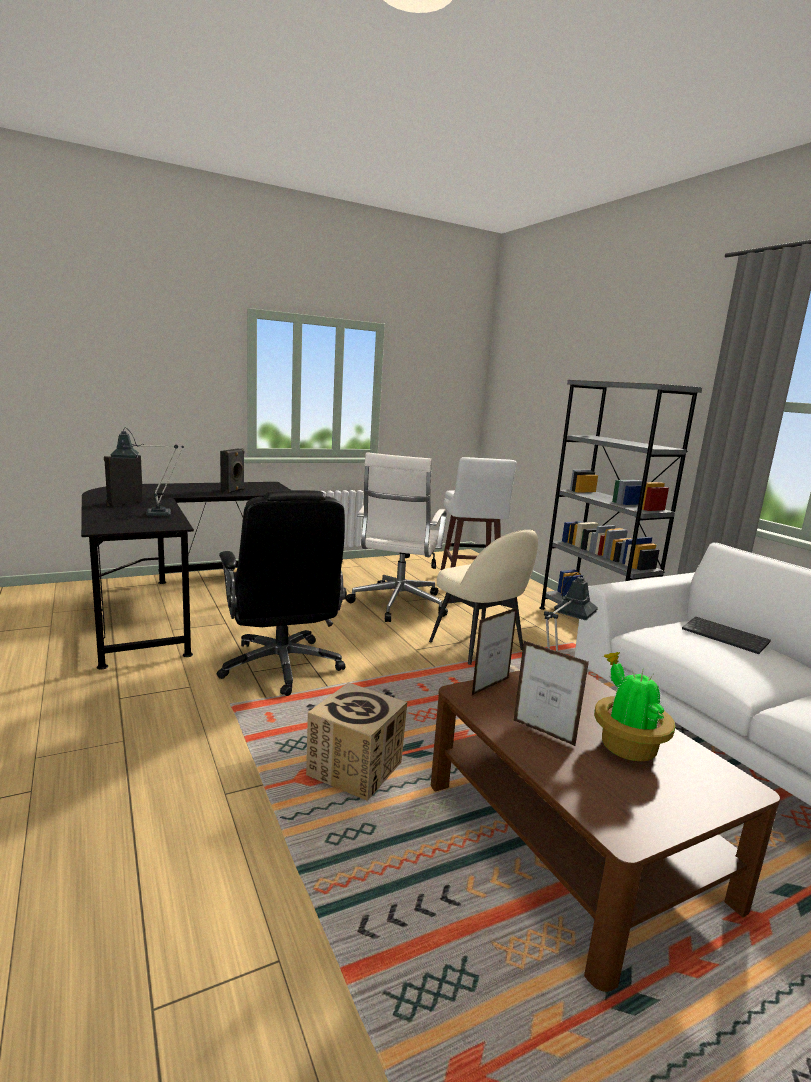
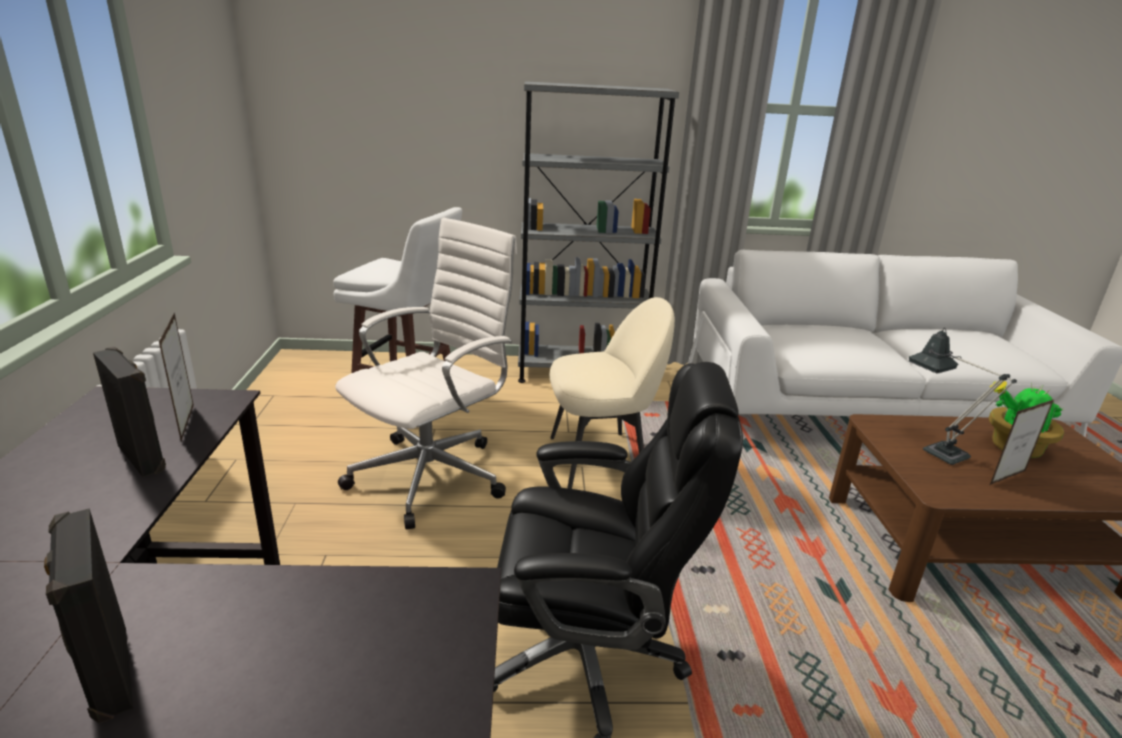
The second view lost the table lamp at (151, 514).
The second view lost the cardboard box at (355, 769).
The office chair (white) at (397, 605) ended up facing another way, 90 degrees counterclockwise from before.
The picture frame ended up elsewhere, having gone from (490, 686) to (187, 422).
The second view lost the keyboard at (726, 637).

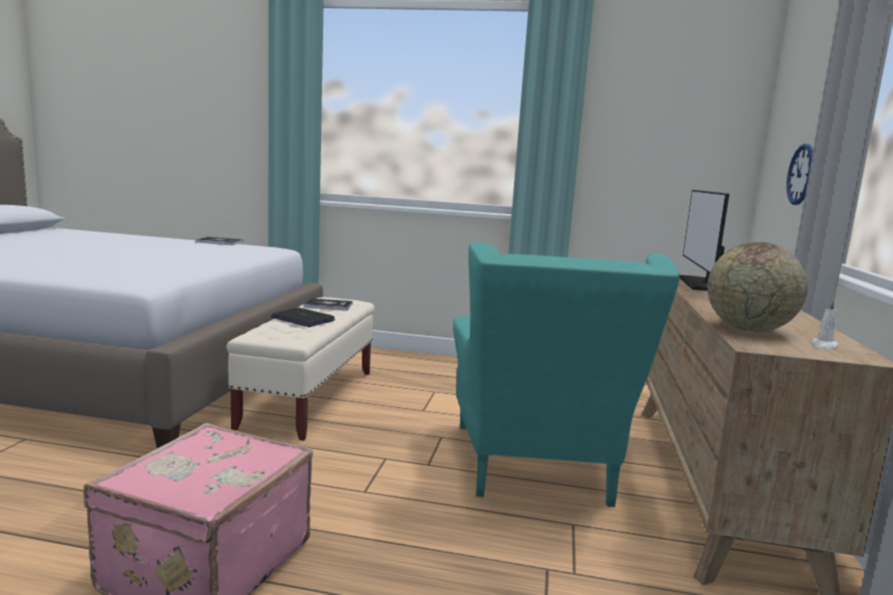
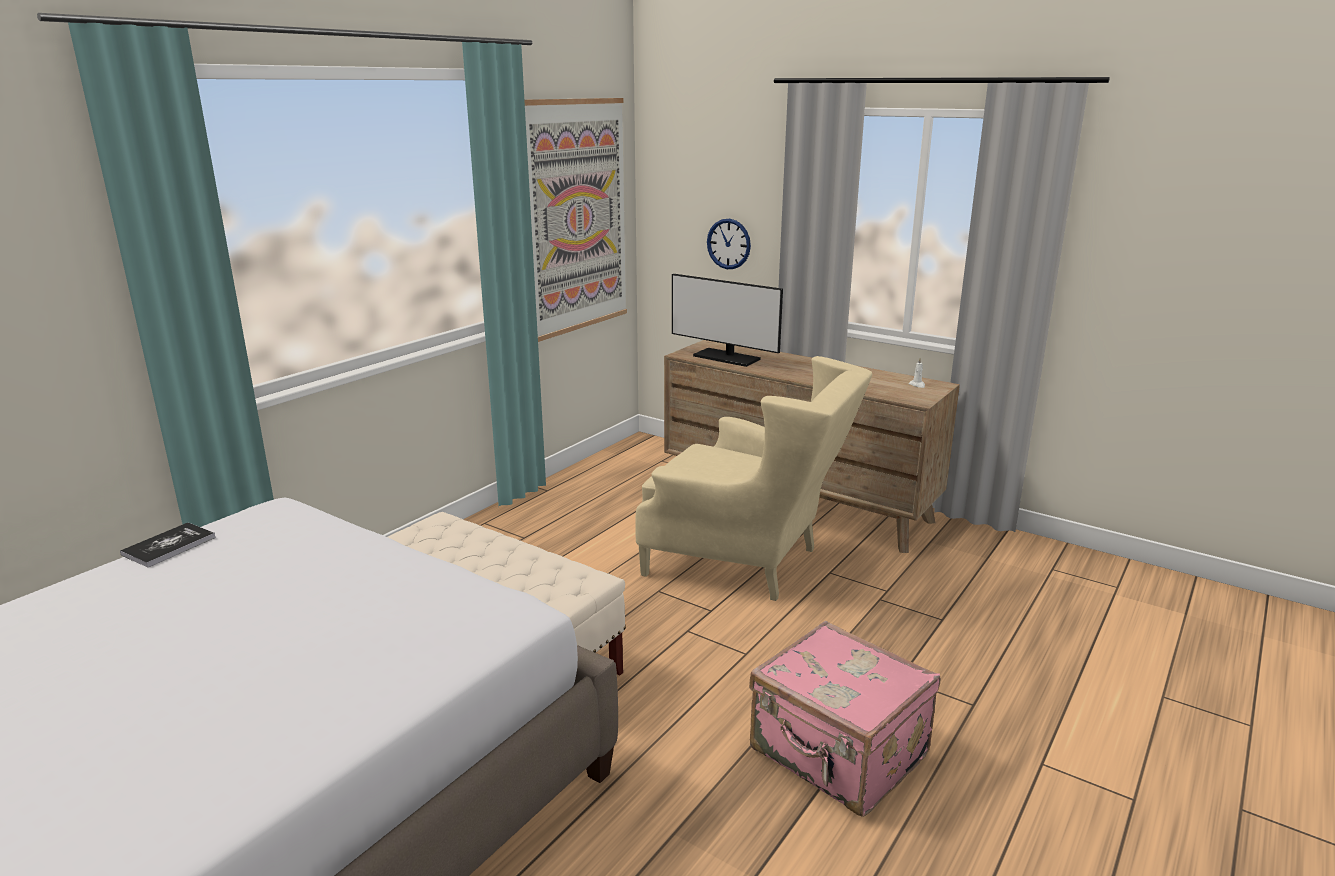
The second view lost the laptop at (302, 319).
The second view lost the book at (328, 305).
What was the armchair (turquoise) at (538, 471) turned into the armchair (beige) at (747, 562).
The second view lost the globe at (749, 330).
The second view gained the picture at (577, 217).

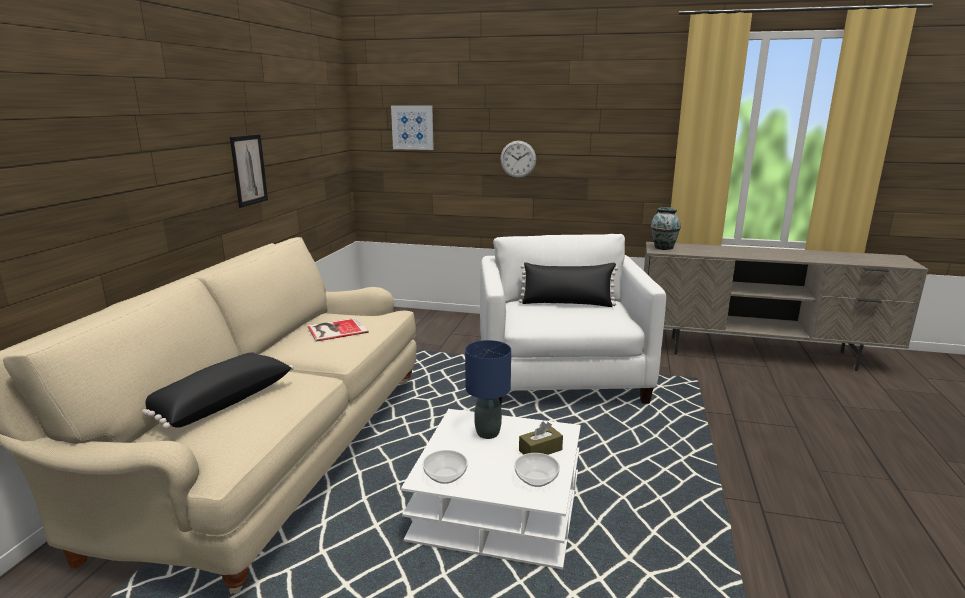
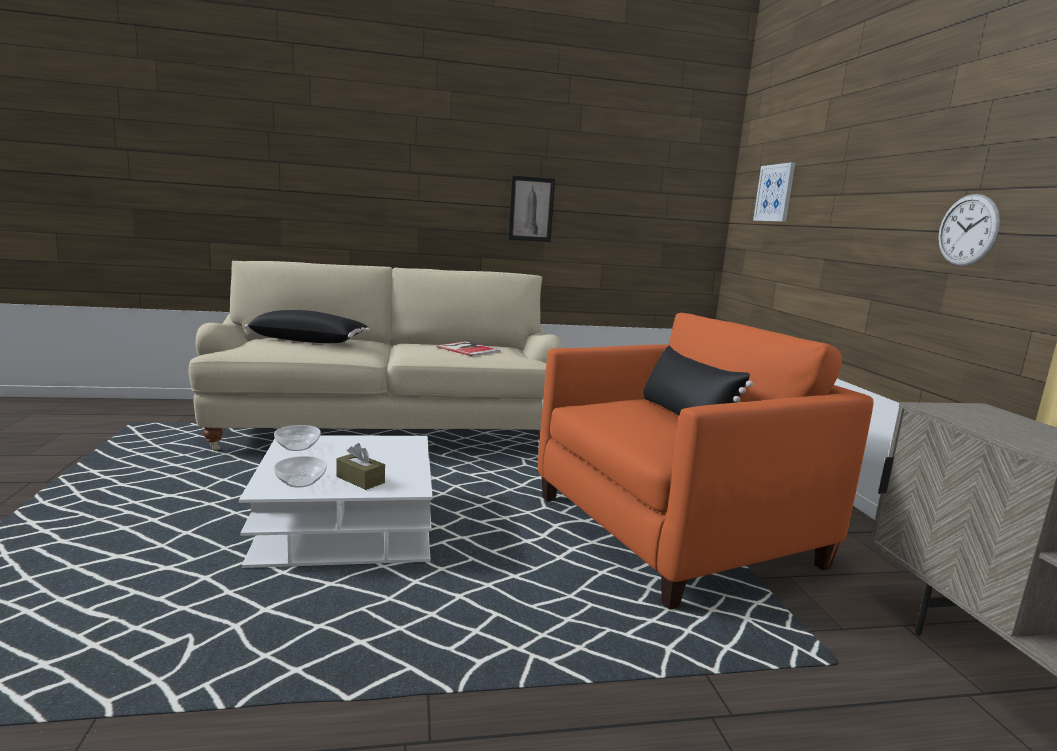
The second view lost the table lamp (blue) at (488, 433).
What was the armchair (white) at (561, 376) turned into the armchair (orange) at (673, 531).
The wall clock ended up elsewhere, having gone from (518, 159) to (968, 230).
The second view lost the vase at (663, 247).

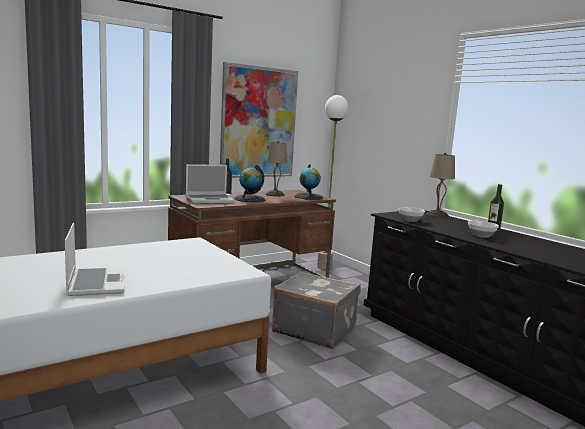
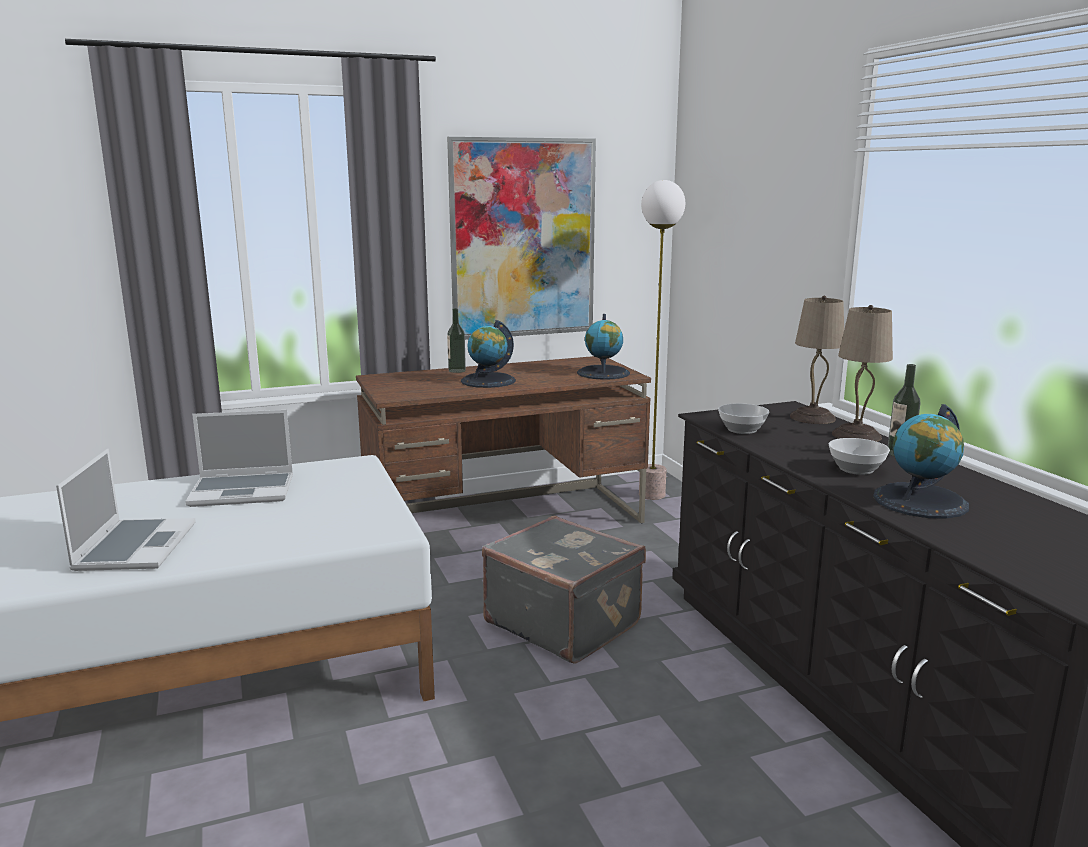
The laptop ended up elsewhere, having gone from (210, 200) to (244, 491).
The table lamp (beige) ended up elsewhere, having gone from (275, 194) to (856, 436).
The second view gained the globe at (920, 501).

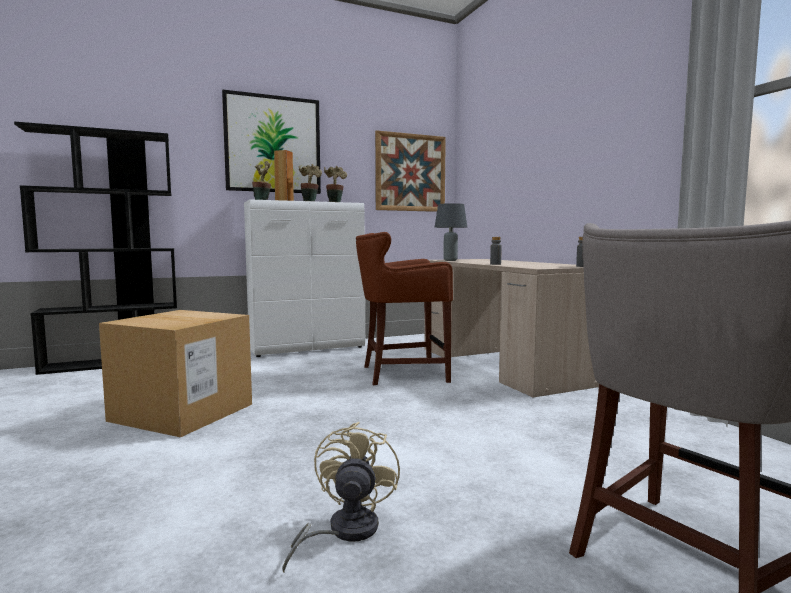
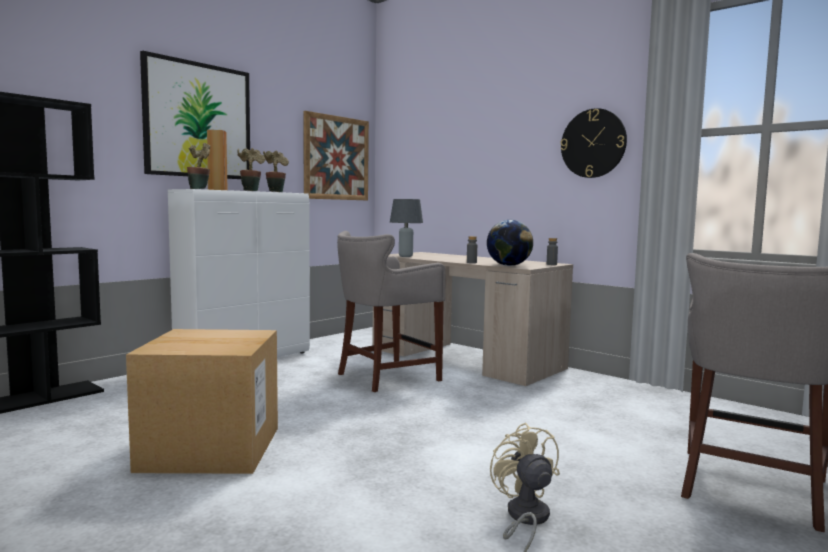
What was the stool (brown) at (401, 373) turned into the stool (grey) at (385, 377).
The second view gained the globe at (509, 265).
The second view gained the wall clock at (593, 143).

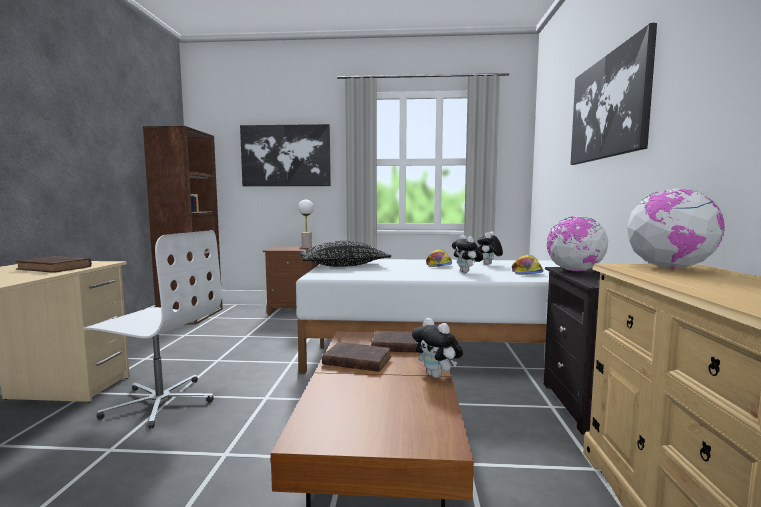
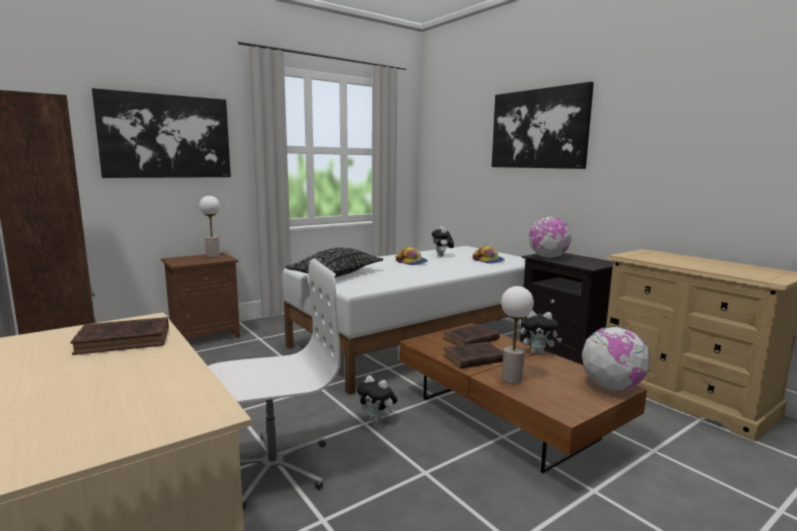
The plush toy ended up elsewhere, having gone from (467, 272) to (377, 420).
The globe ended up elsewhere, having gone from (669, 268) to (611, 387).
The second view gained the table lamp at (511, 379).

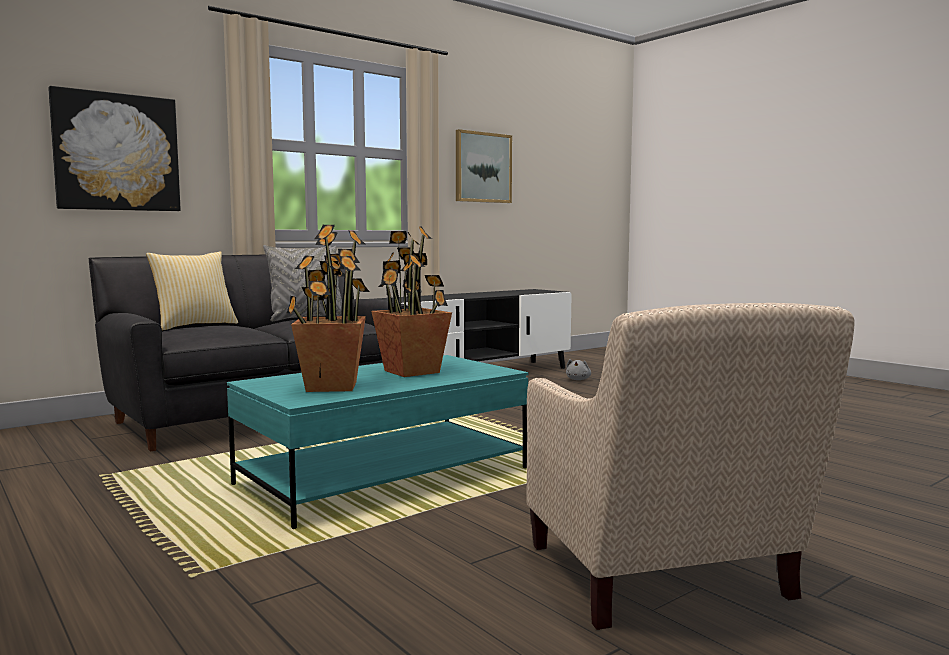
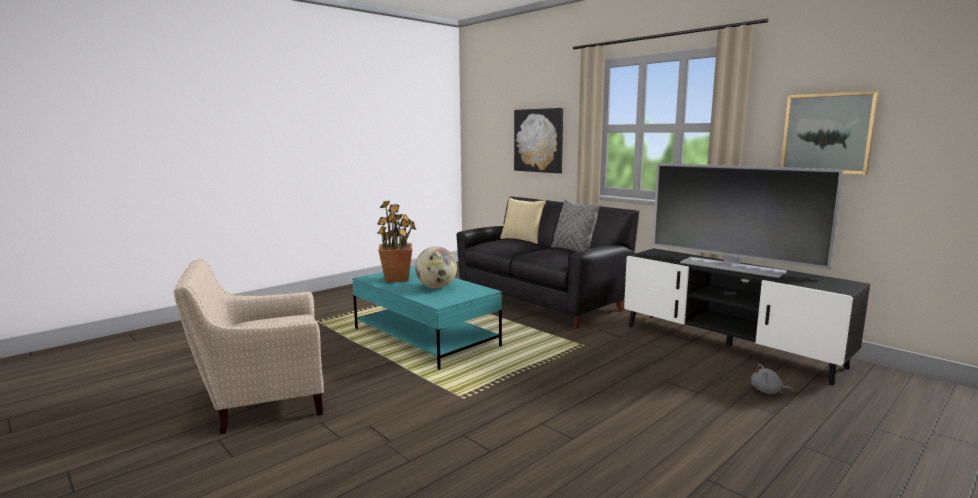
Where the potted plant stood at (411, 372), the globe came to stand at (436, 287).
The second view gained the television at (731, 267).

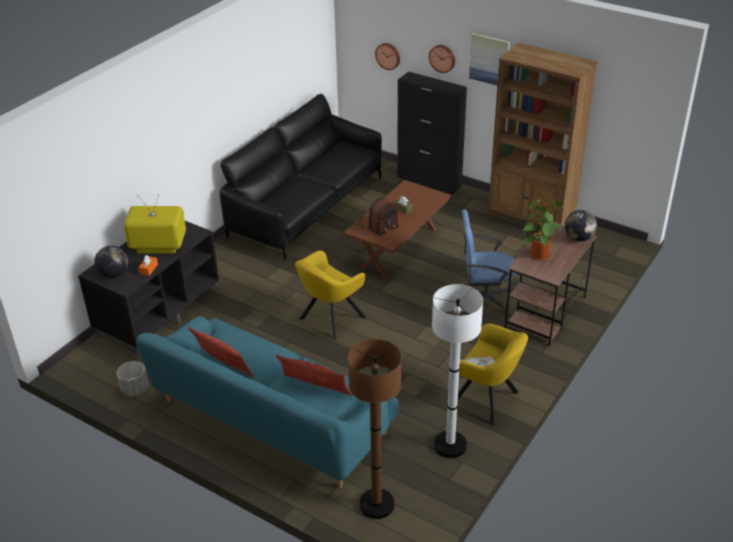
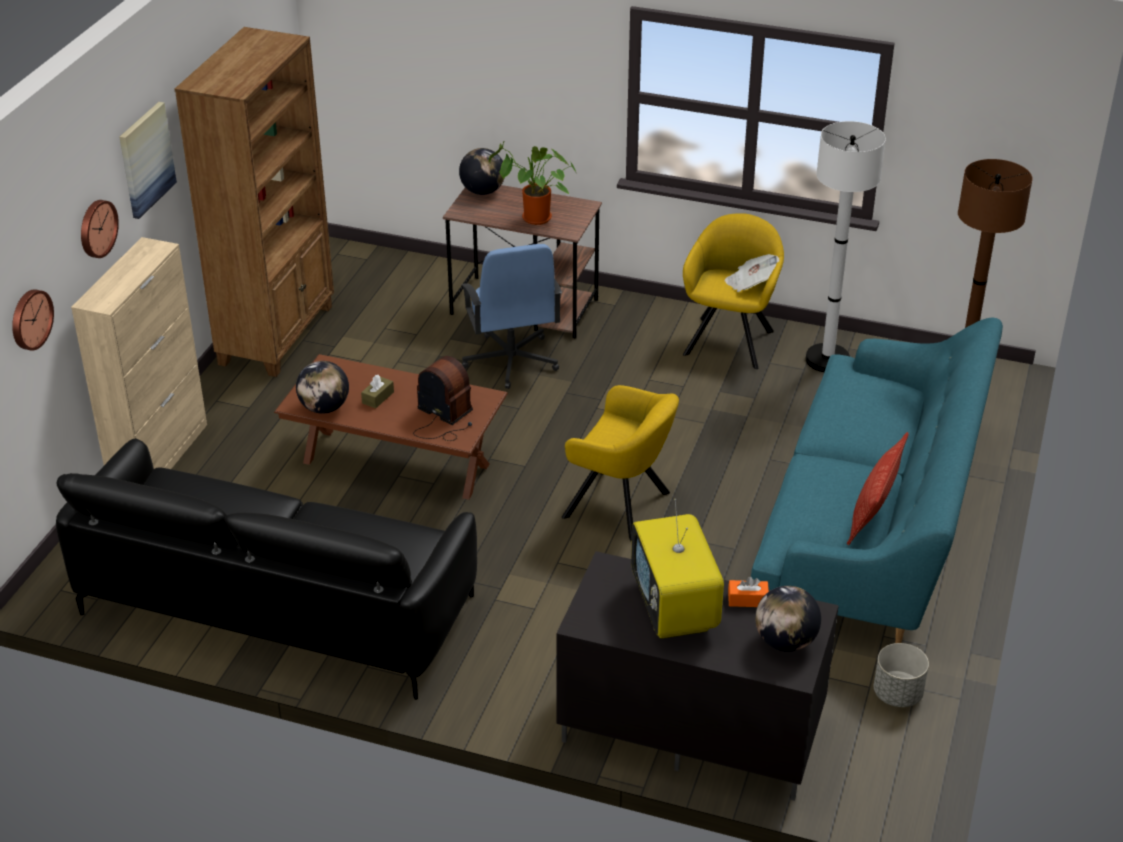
The second view lost the pillow at (314, 388).
What was the cabinet (black) at (429, 181) turned into the cabinet (beige) at (160, 457).
The second view gained the globe at (324, 408).

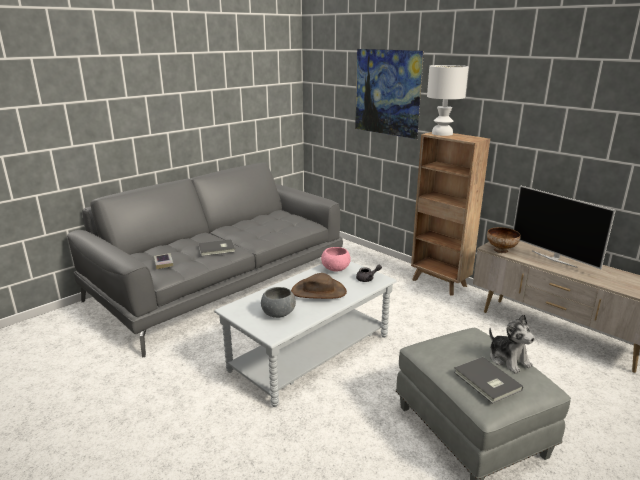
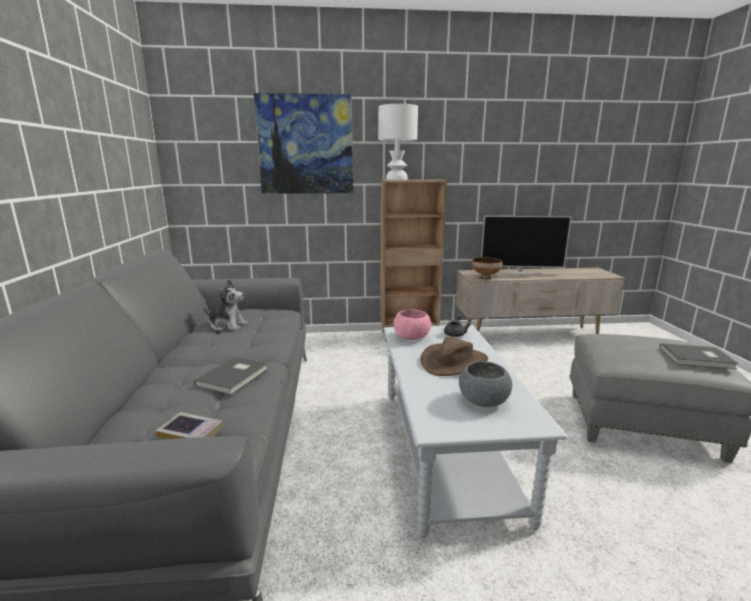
The plush toy ended up elsewhere, having gone from (508, 360) to (227, 325).

